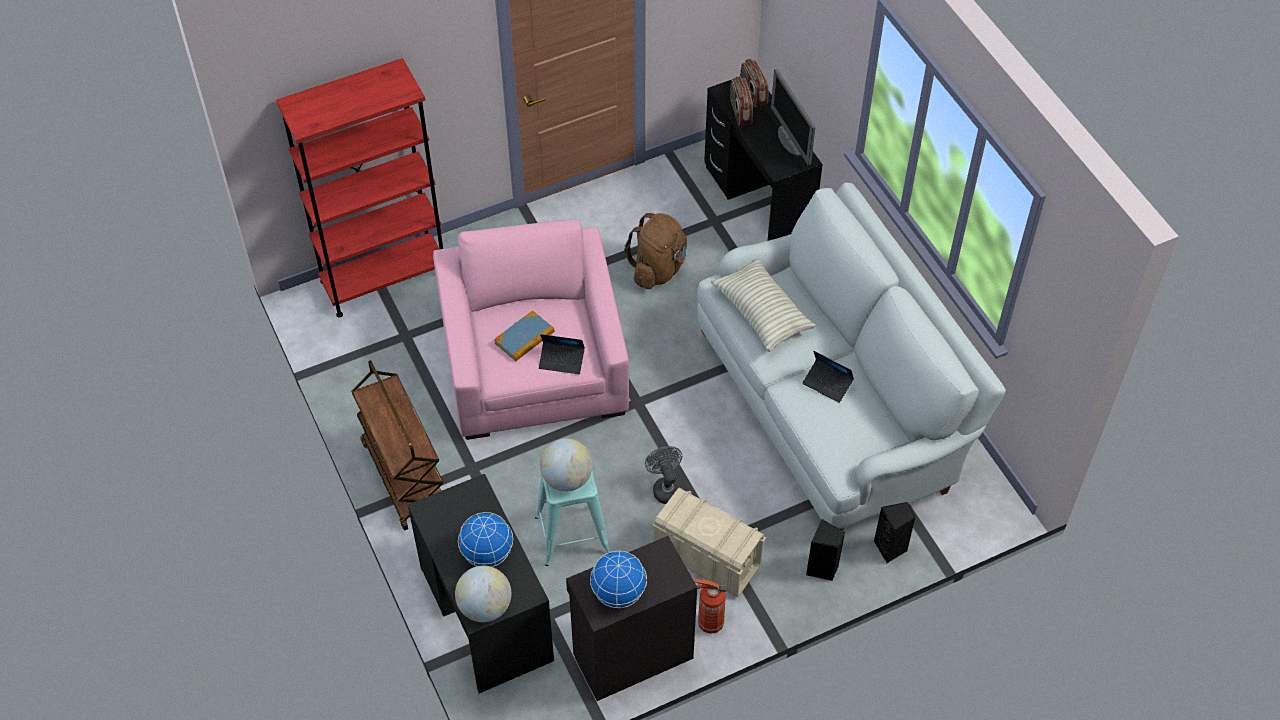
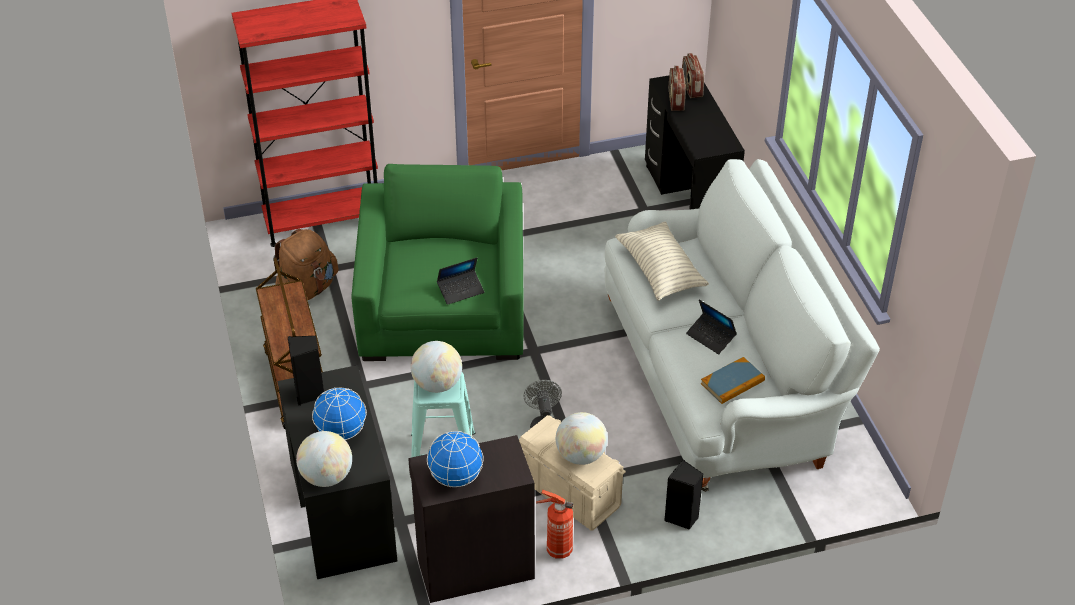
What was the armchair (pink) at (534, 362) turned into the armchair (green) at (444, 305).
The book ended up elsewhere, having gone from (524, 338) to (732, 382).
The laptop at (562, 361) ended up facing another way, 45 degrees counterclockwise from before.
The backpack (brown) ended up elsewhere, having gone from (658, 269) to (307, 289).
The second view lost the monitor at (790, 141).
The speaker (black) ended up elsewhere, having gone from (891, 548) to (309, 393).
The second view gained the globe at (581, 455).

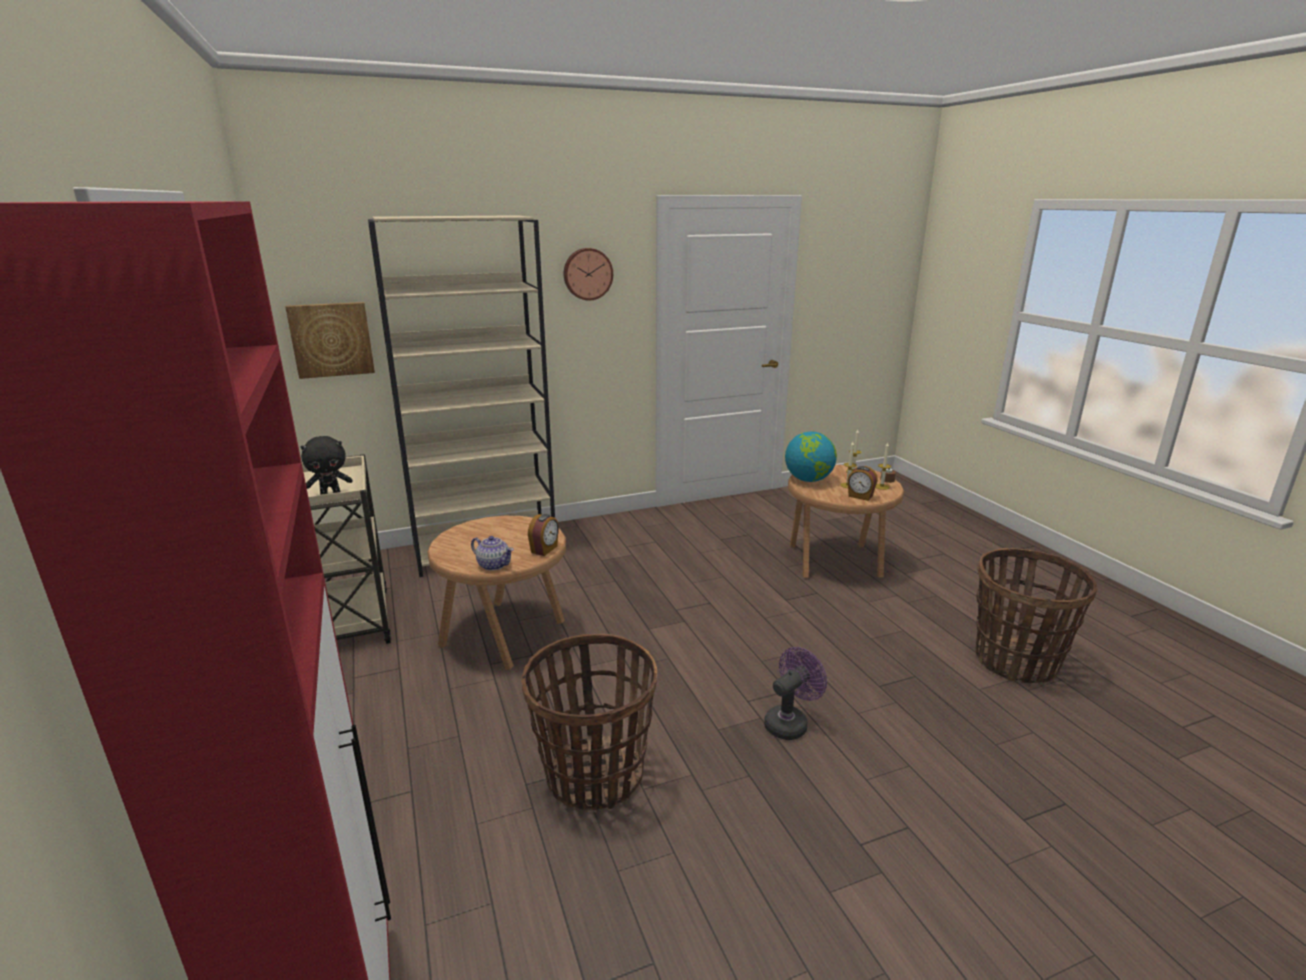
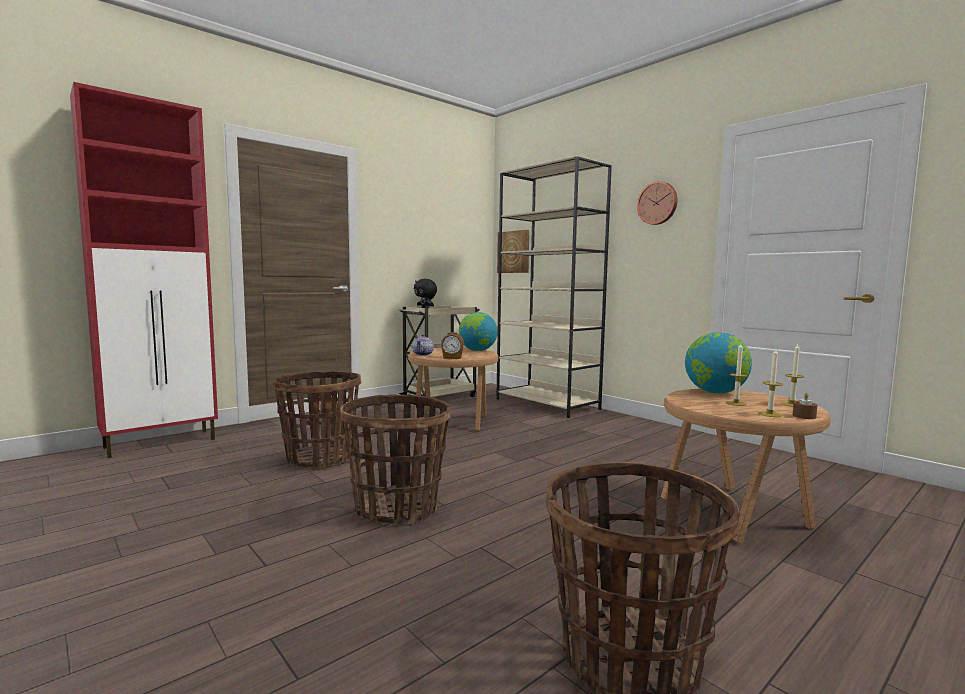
Where the fan (purple) stood at (790, 722), the basket came to stand at (397, 508).
The second view lost the alarm clock at (860, 496).
The second view gained the globe at (477, 350).

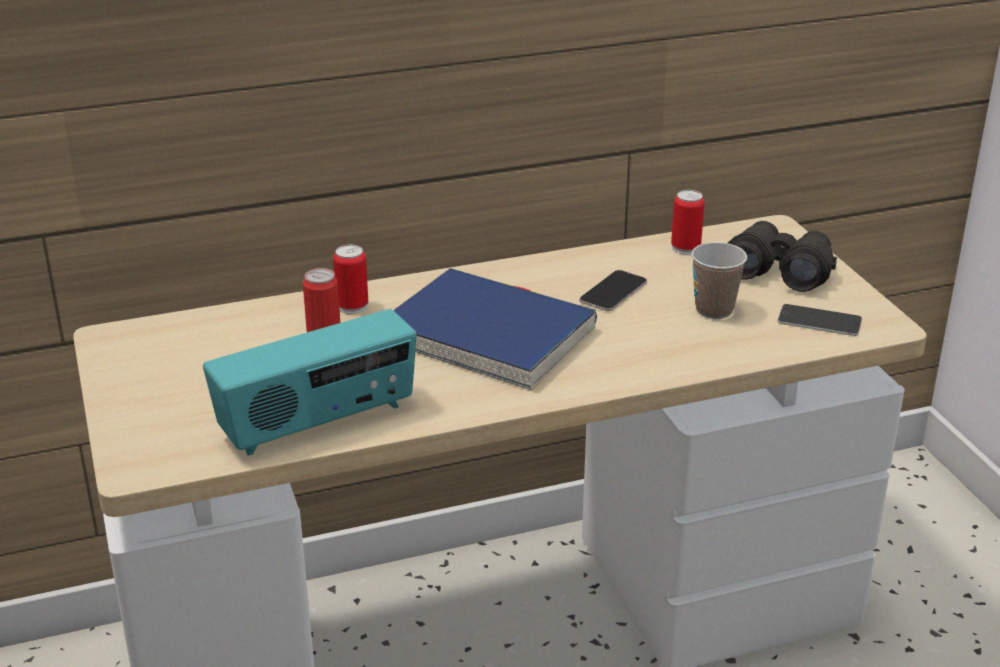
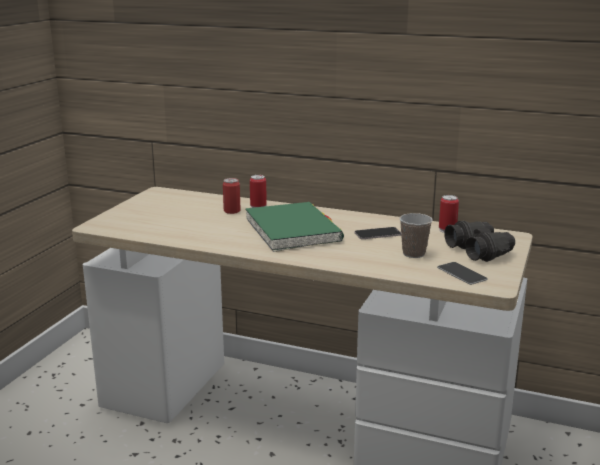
The second view lost the radio at (318, 423).
What was the book (blue) at (488, 335) turned into the book (green) at (292, 231).

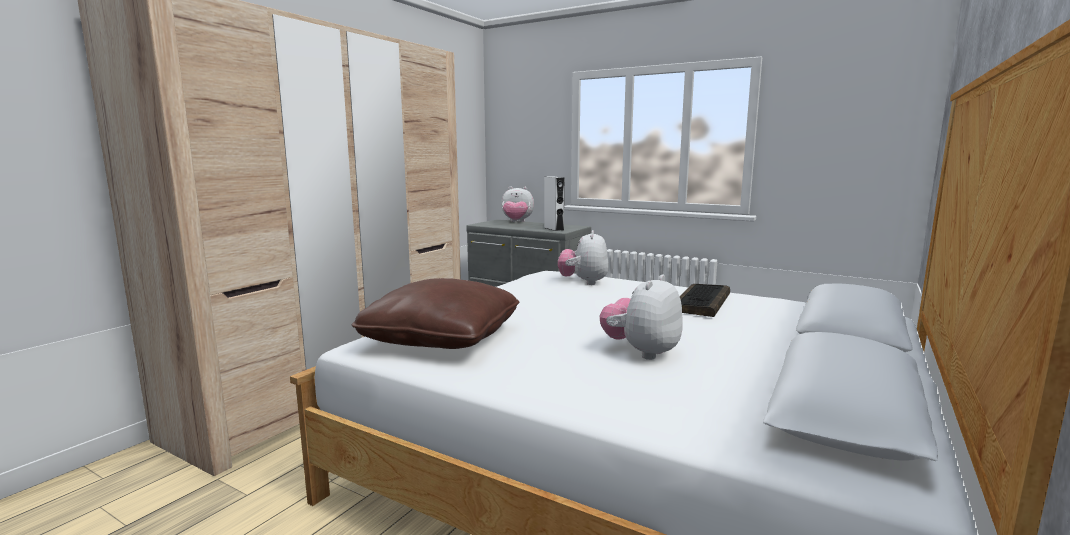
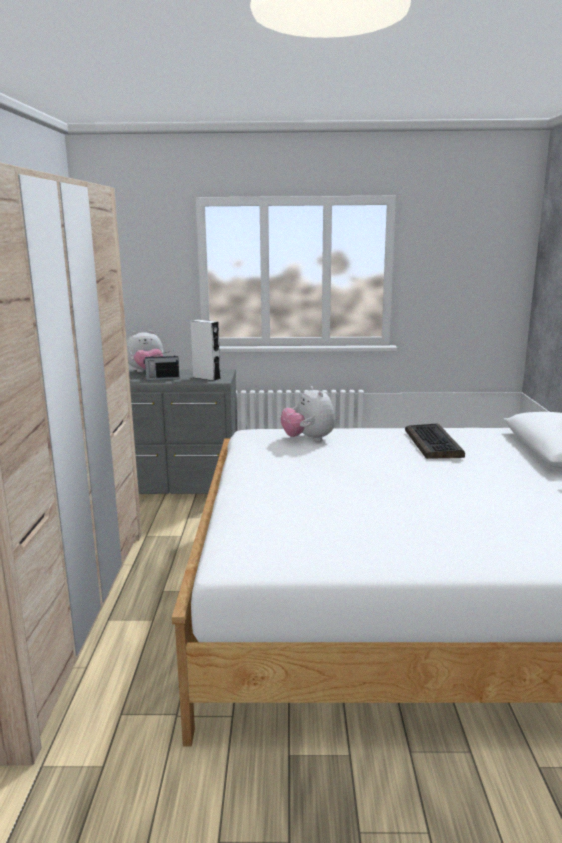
The second view lost the pillow (brown) at (441, 338).
The second view lost the plush toy at (641, 352).
The second view gained the radio at (162, 378).

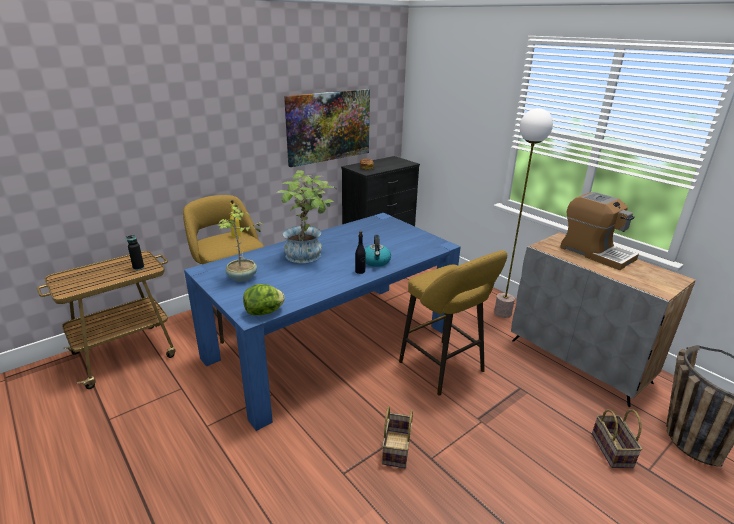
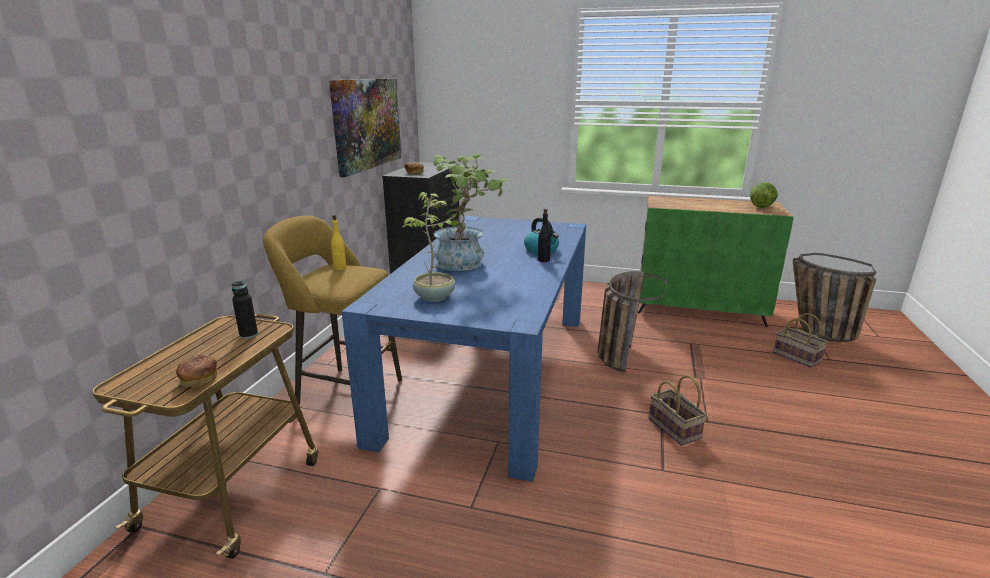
The lettuce ended up elsewhere, having gone from (264, 312) to (761, 207).
Where the stool (yellow) stood at (444, 369), the basket came to stand at (620, 352).
The second view lost the floor lamp at (503, 313).
What was the cabinet (grey) at (579, 361) turned into the cabinet (green) at (699, 310).
The second view lost the coffee machine at (595, 253).
The second view gained the bread at (199, 380).

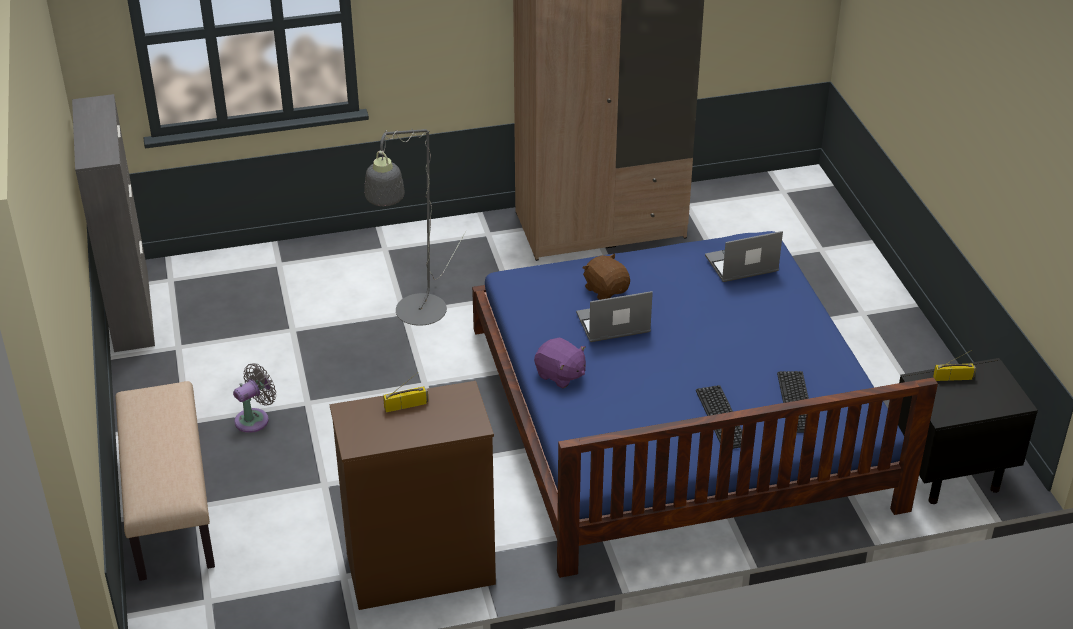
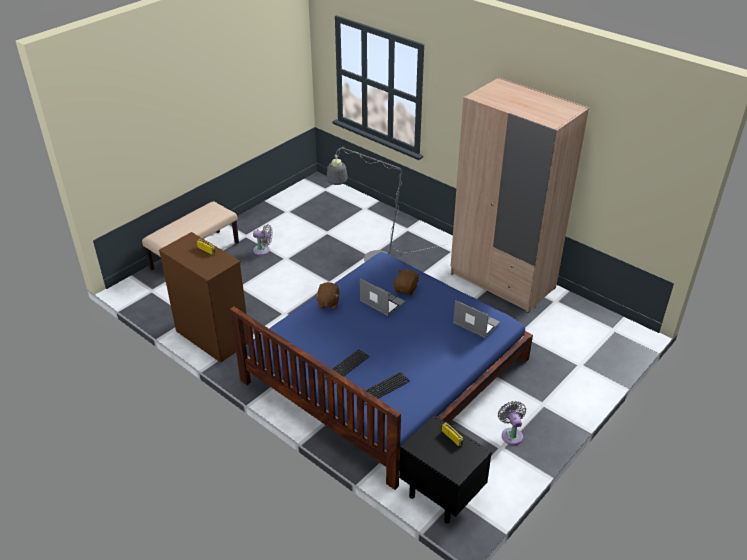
The second view lost the cabinet (grey) at (131, 310).
What was the plush toy (purple) at (560, 375) turned into the plush toy (brown) at (328, 303).
The second view gained the fan (grey) at (511, 434).

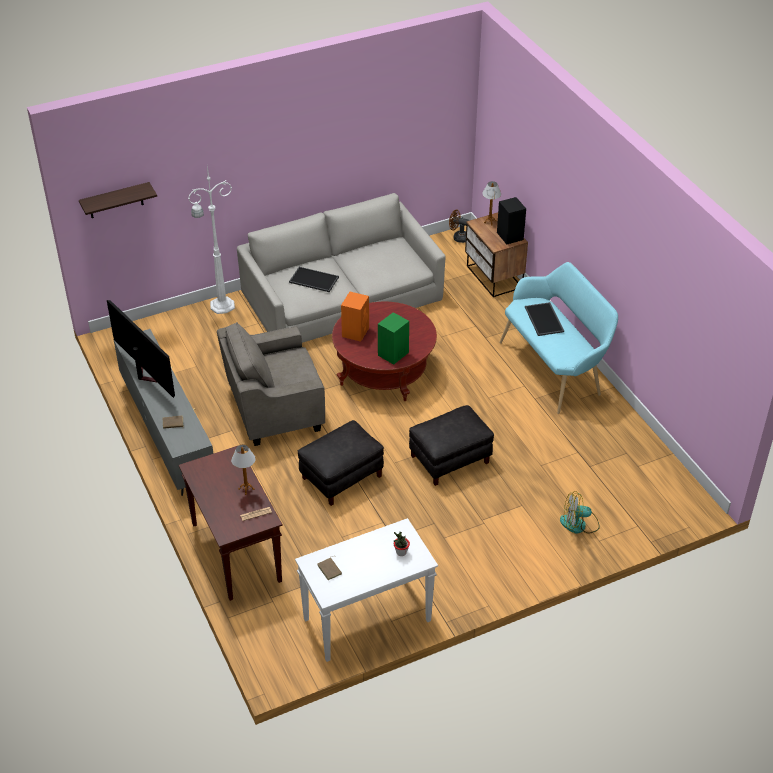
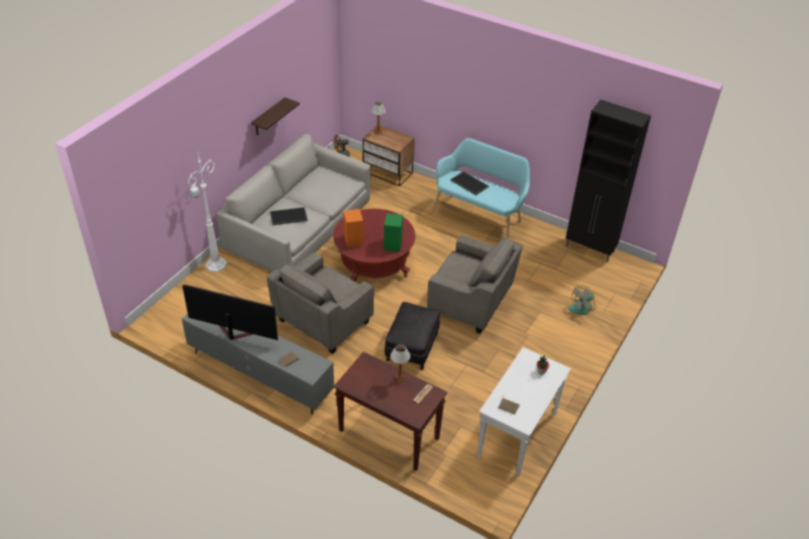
The shelf ended up elsewhere, having gone from (115, 201) to (268, 117).
Where the ottoman (black) stood at (449, 460), the armchair (grey) came to stand at (470, 303).
The second view lost the speaker (black) at (510, 236).
The second view gained the cabinet (black) at (590, 249).

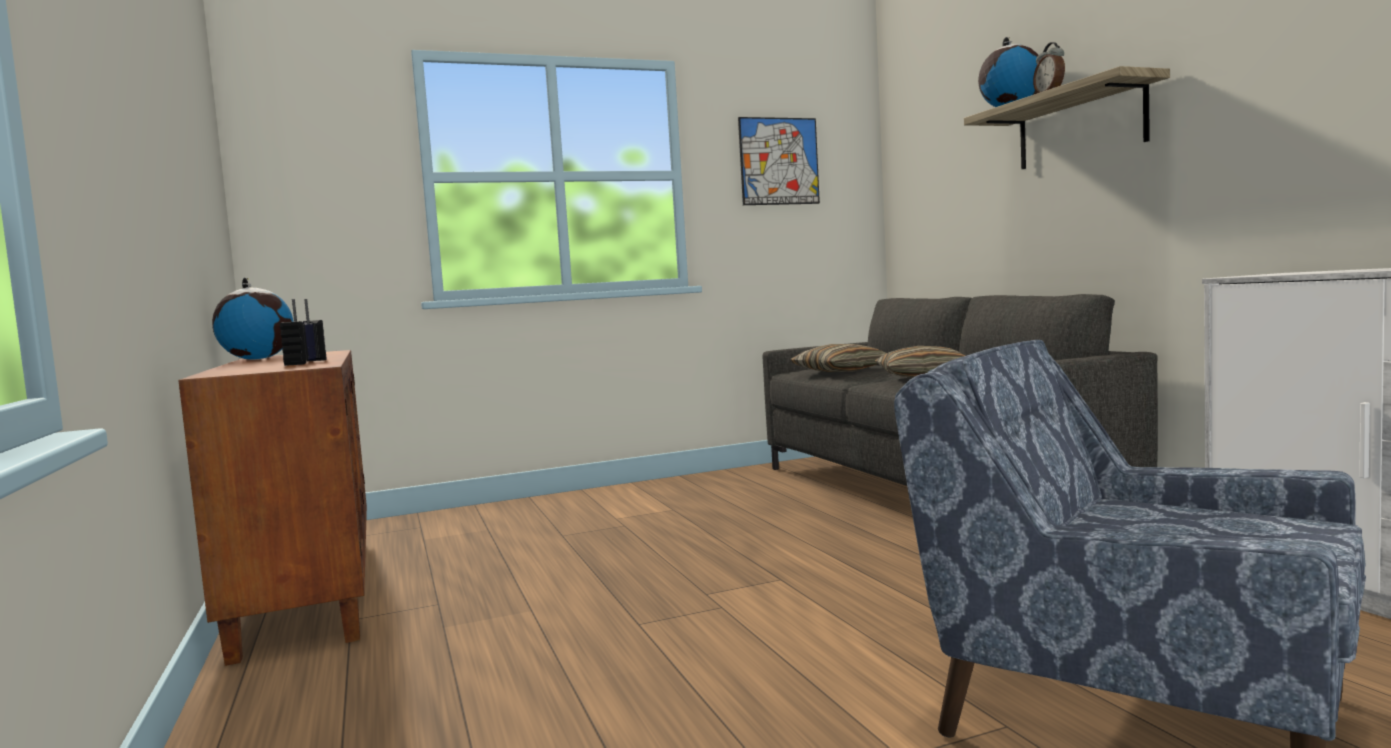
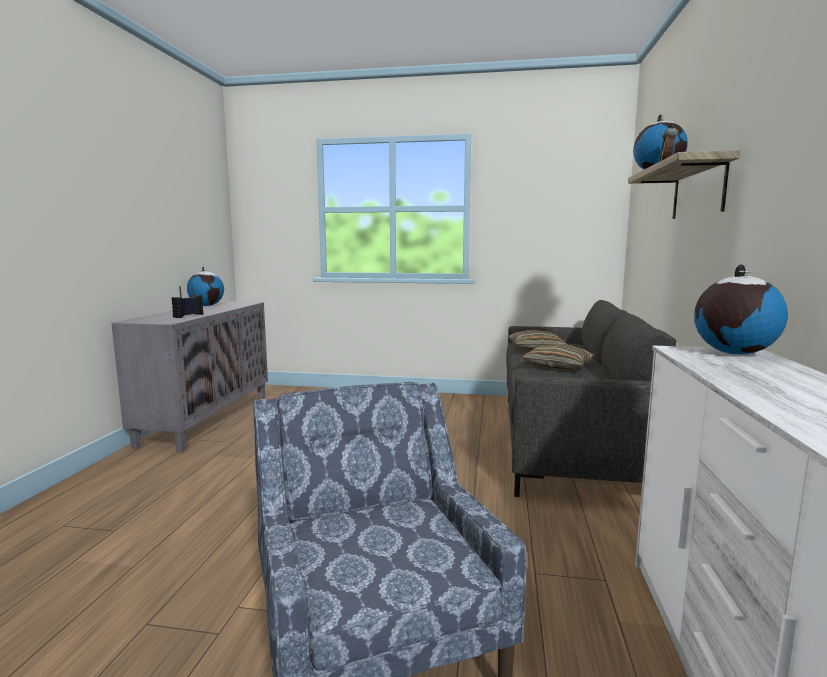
What was the cabinet (brown) at (306, 590) turned into the cabinet (grey) at (207, 419).
The second view lost the picture at (779, 161).
The second view gained the globe at (733, 353).

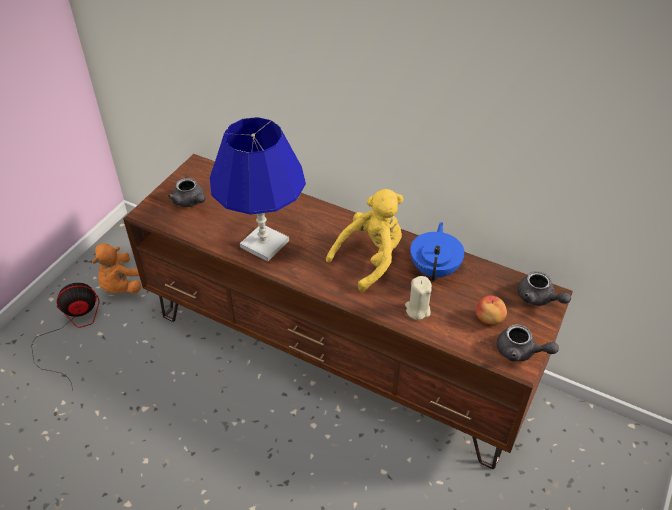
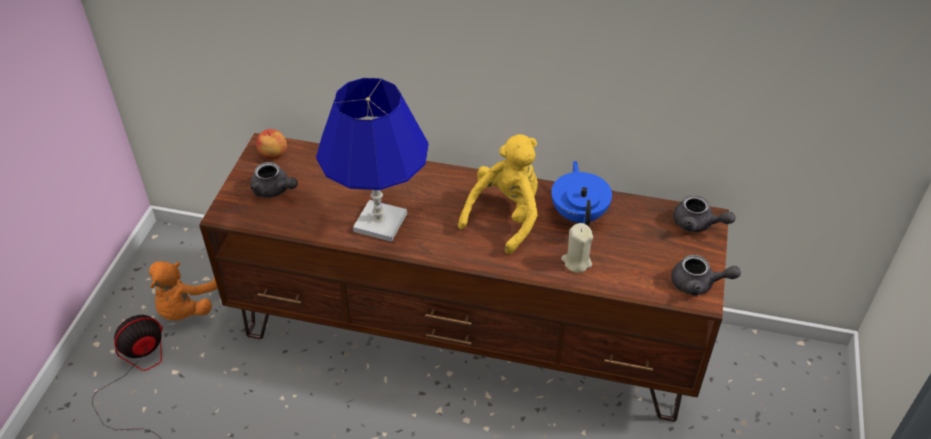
The apple ended up elsewhere, having gone from (489, 319) to (273, 154).

